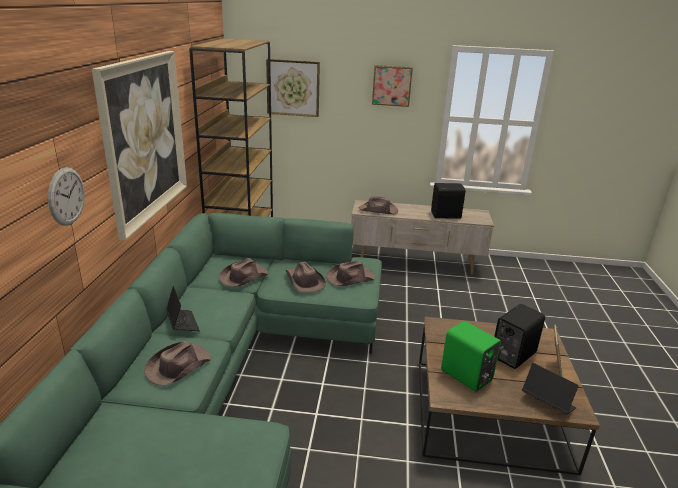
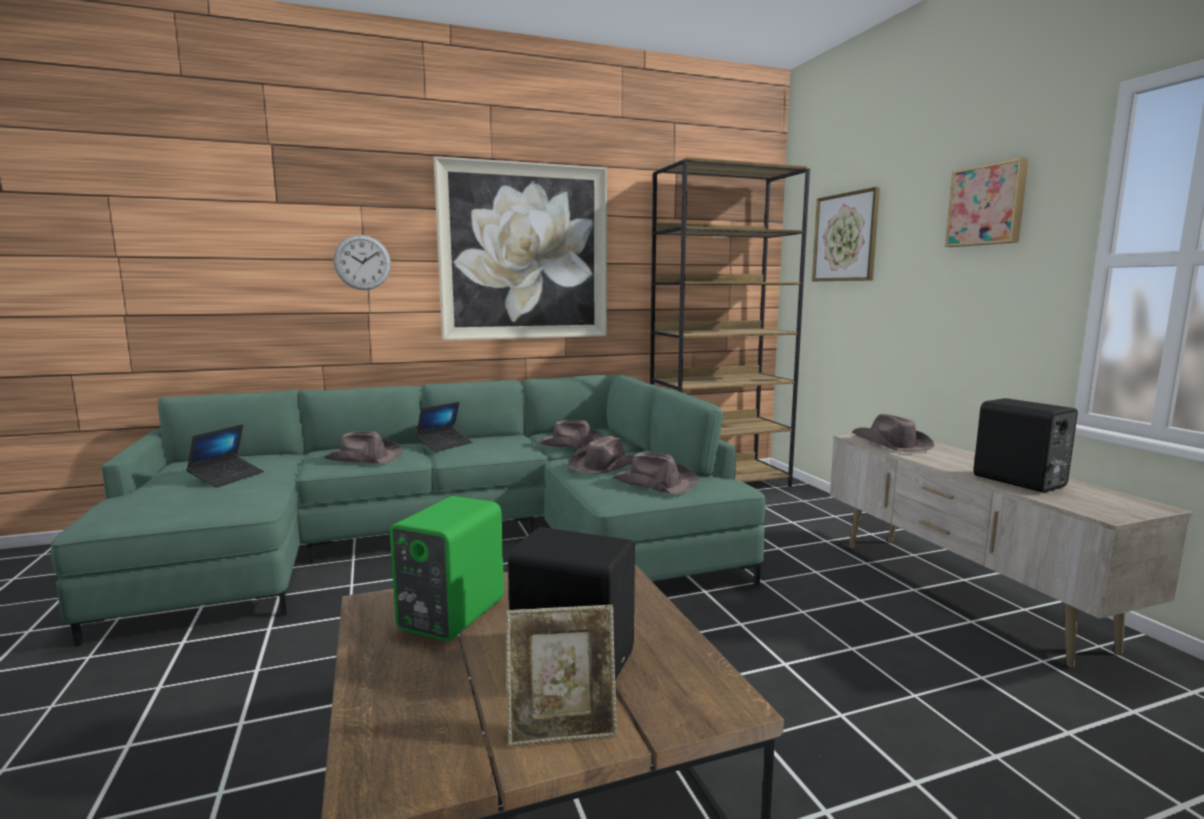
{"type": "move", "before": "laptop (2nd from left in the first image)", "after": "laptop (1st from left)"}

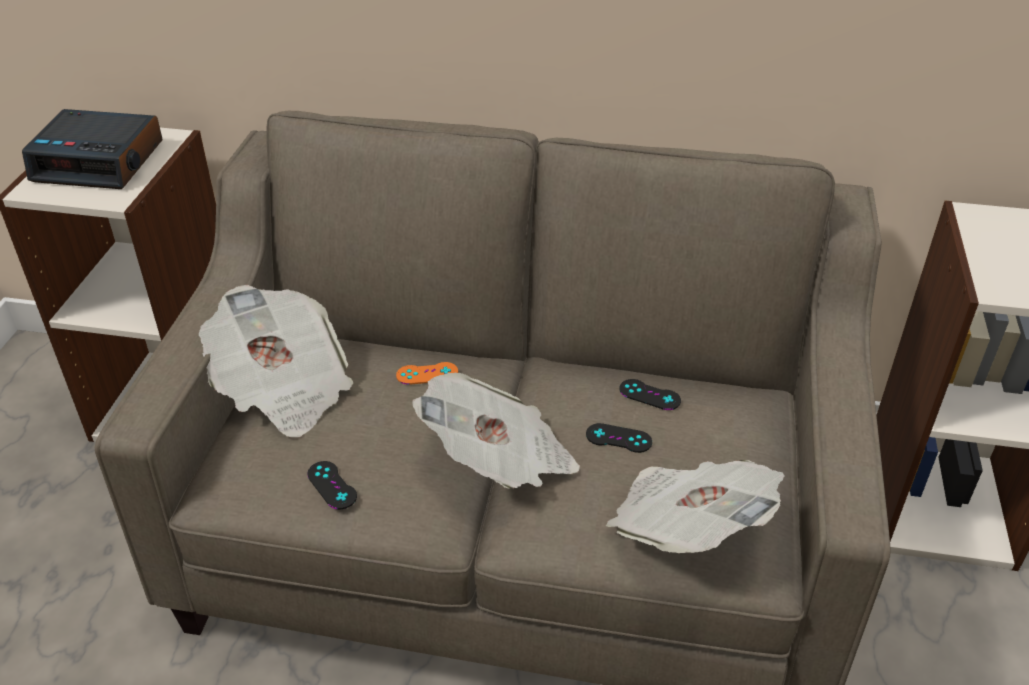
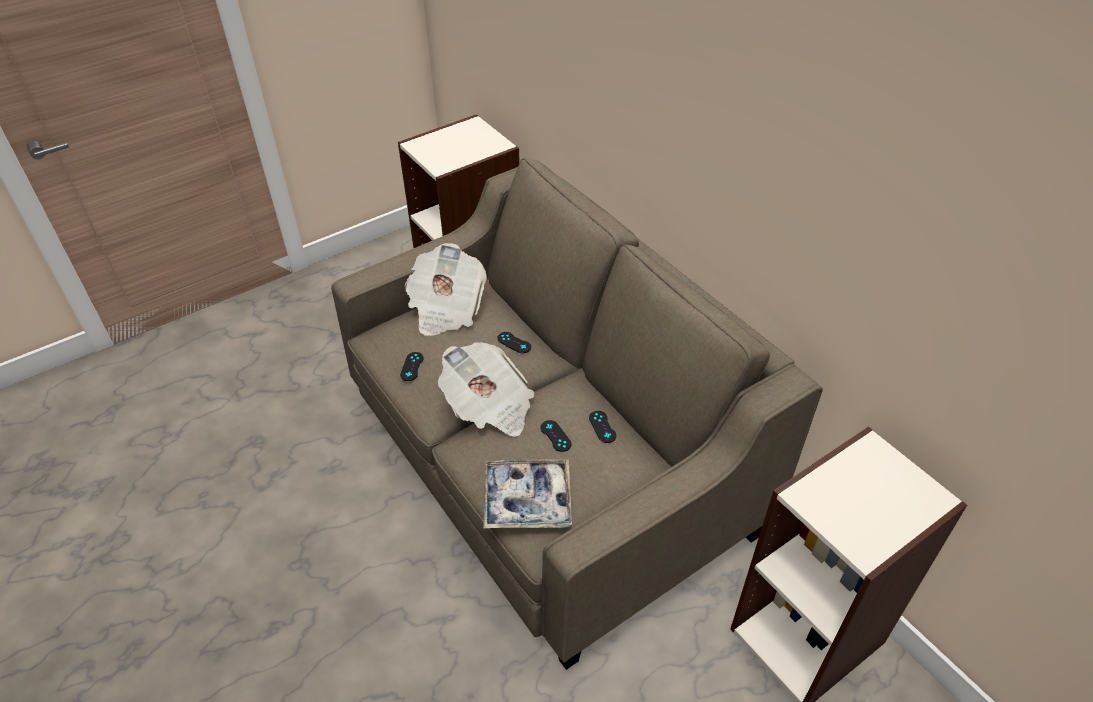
{"type": "replace", "before": "gazeta (3rd from left)", "after": "taca"}
{"type": "recolor", "before": "pad do gier [pomarańczowy]", "after": "pad do gier [czarny] (2nd from left)"}
{"type": "delete", "before": "budzik"}

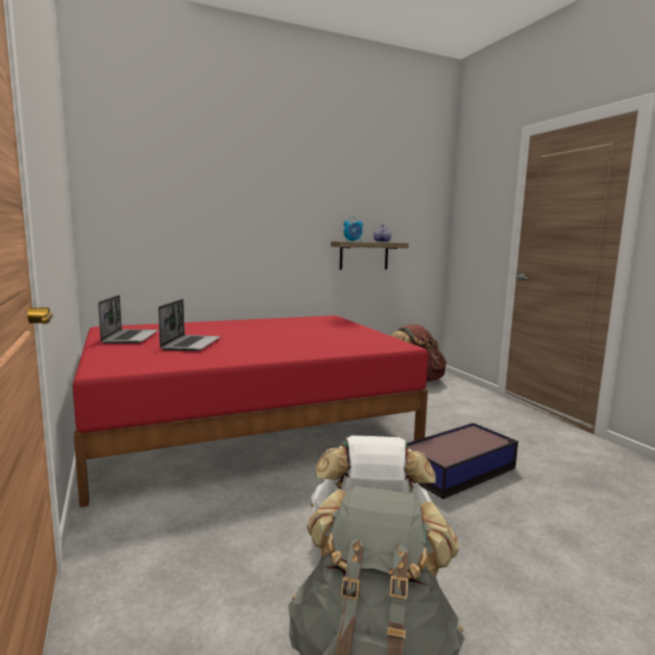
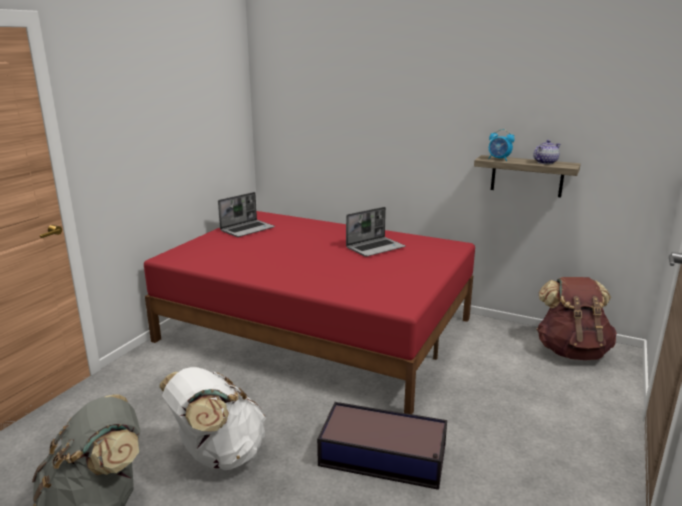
{"type": "move", "before": "laptop (2nd from left)"}

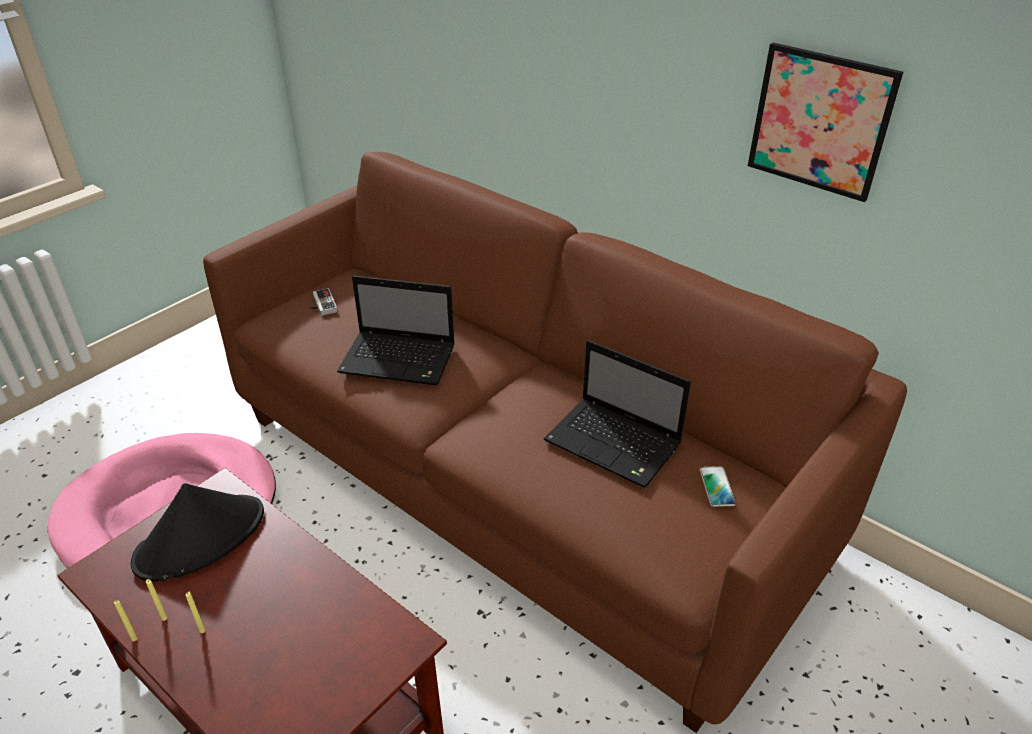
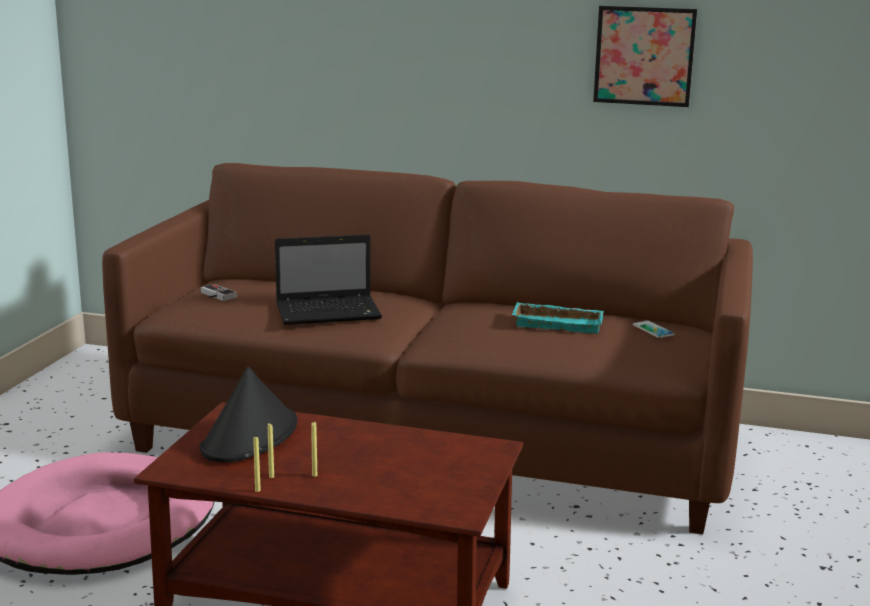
{"type": "replace", "before": "laptop (2nd from left)", "after": "taca [turkusowy]"}

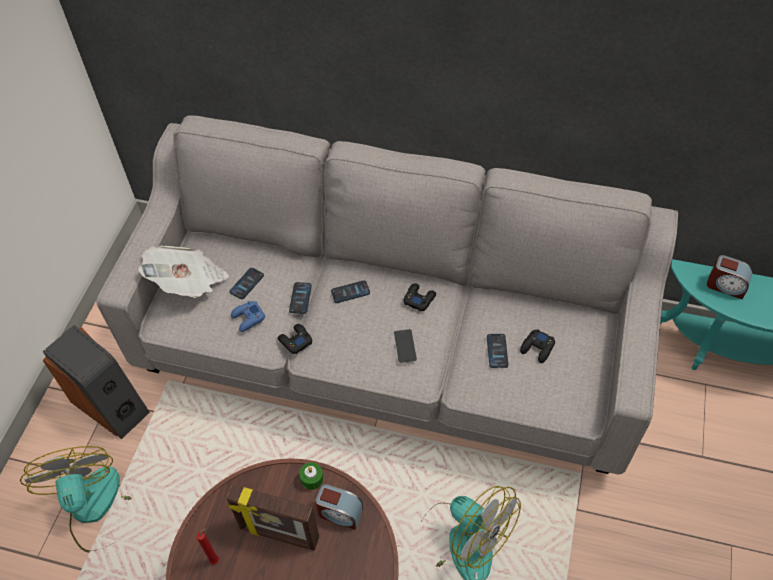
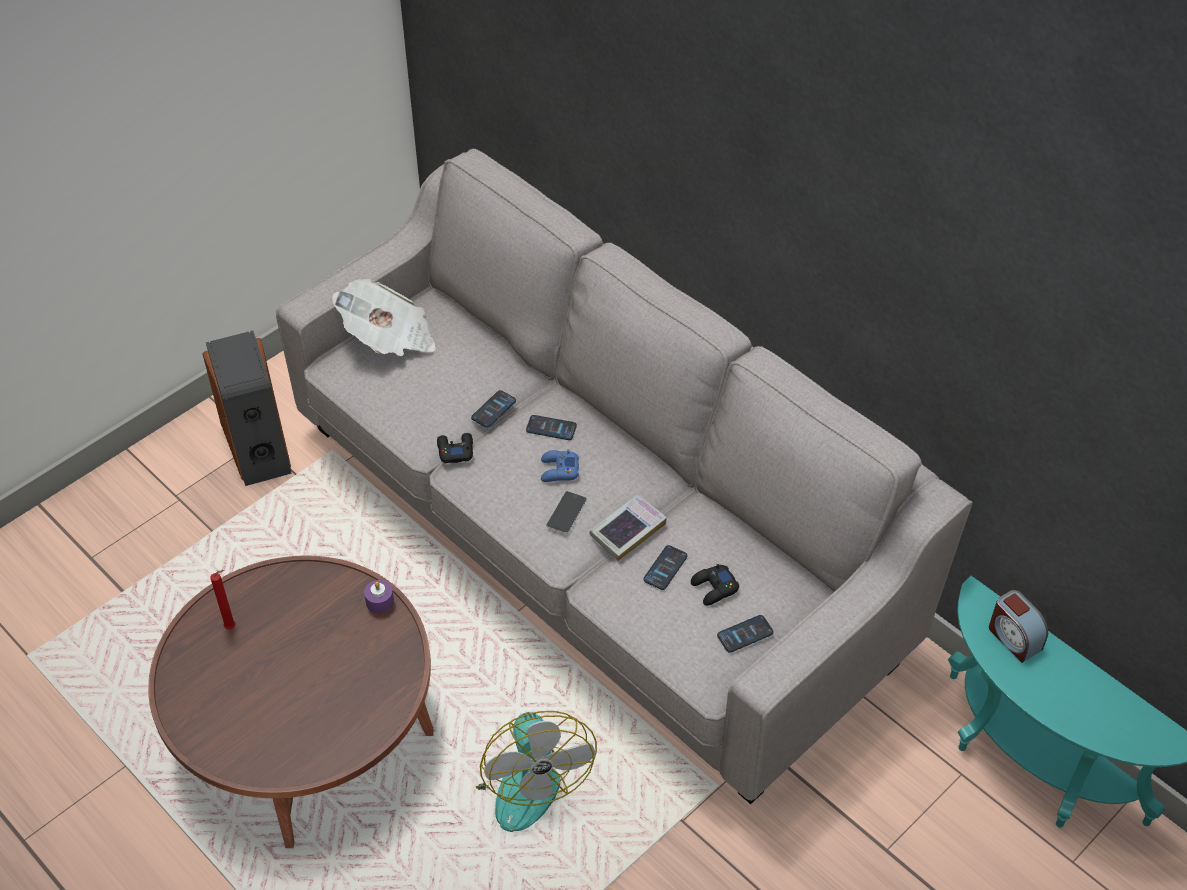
{"type": "recolor", "before": "świeca [zielony]", "after": "świeca [fioletowy]"}
{"type": "move", "before": "pad do gier [niebieski]"}
{"type": "insert", "after": "książka"}
{"type": "move", "before": "telefon (1st from left in the first image)", "after": "telefon (5th from left)"}
{"type": "delete", "before": "wentylator (1st from left)"}
{"type": "delete", "before": "ramka na zdjęcie"}
{"type": "delete", "before": "budzik (1st from left)"}
{"type": "delete", "before": "pad do gier [czarny] (2nd from left)"}

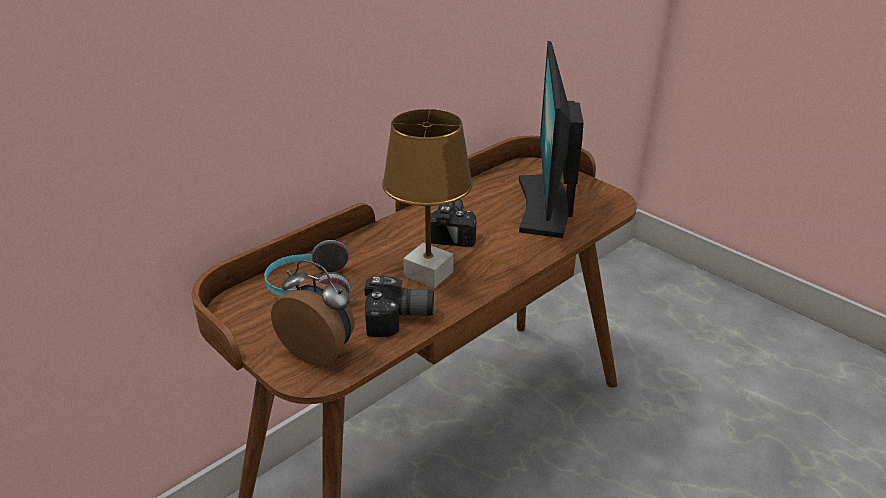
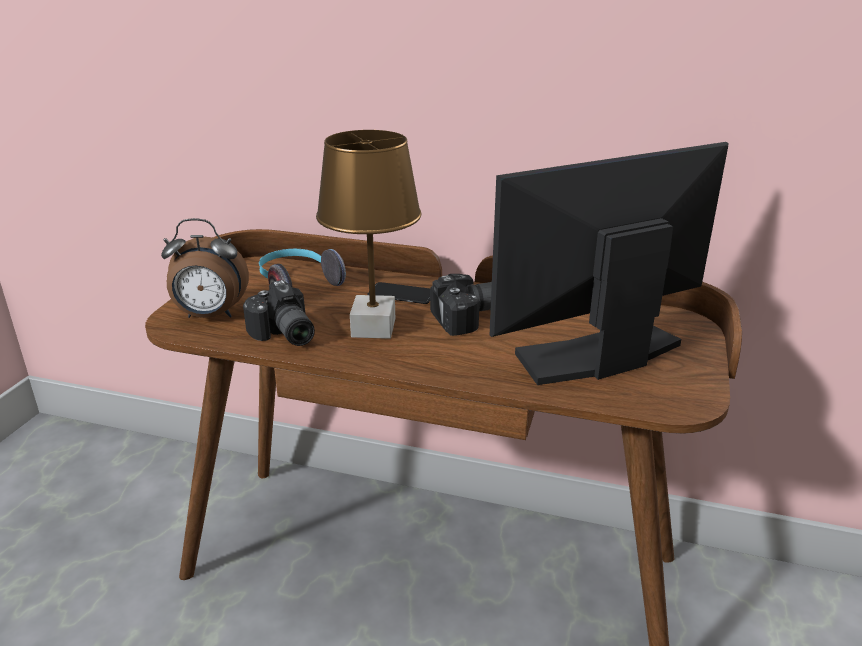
{"type": "rotate", "before": "budzik", "turn": 90}
{"type": "insert", "after": "telefon"}

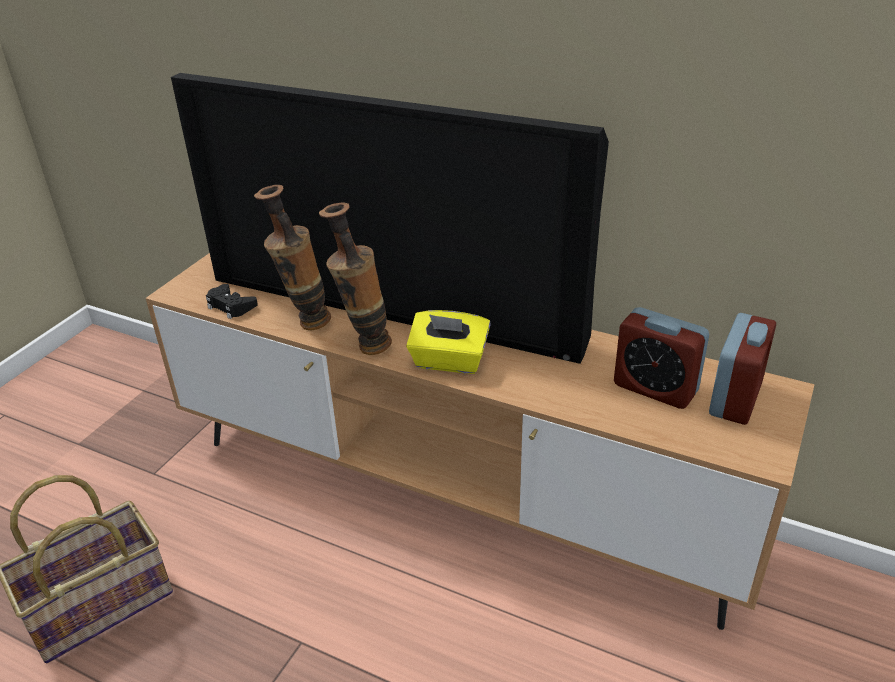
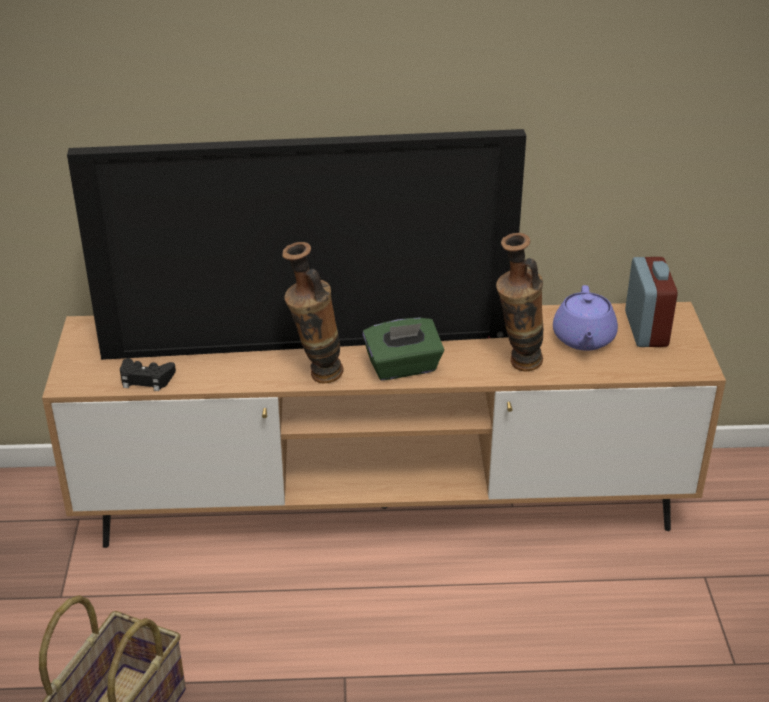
{"type": "recolor", "before": "pudełko chusteczek [żółty]", "after": "pudełko chusteczek [zielony]"}
{"type": "move", "before": "wazon (1st from left in the first image)", "after": "wazon (2nd from left)"}
{"type": "replace", "before": "budzik (1st from left)", "after": "imbryk [fioletowy]"}

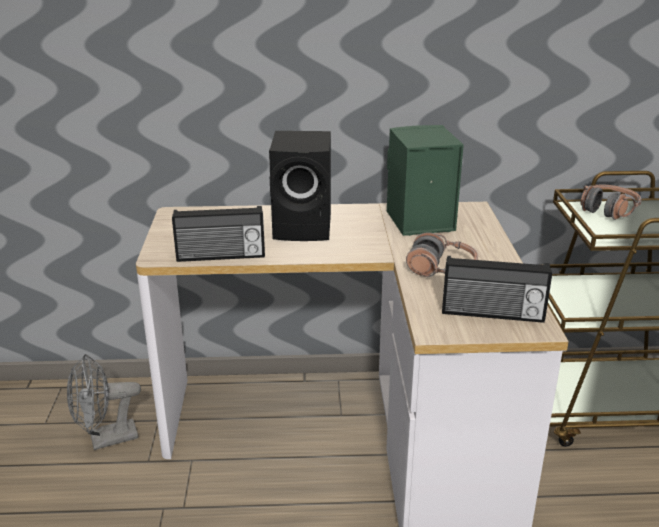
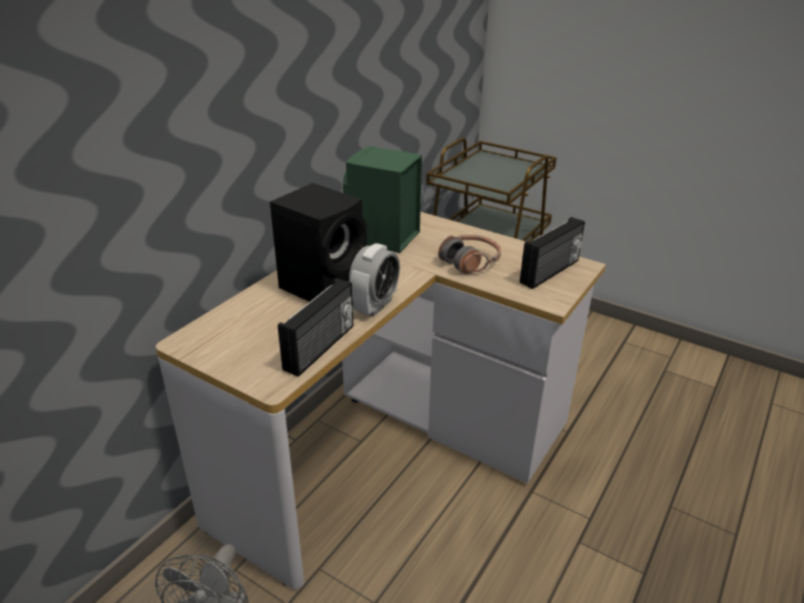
{"type": "insert", "after": "budzik"}
{"type": "delete", "before": "słuchawki (2nd from left)"}

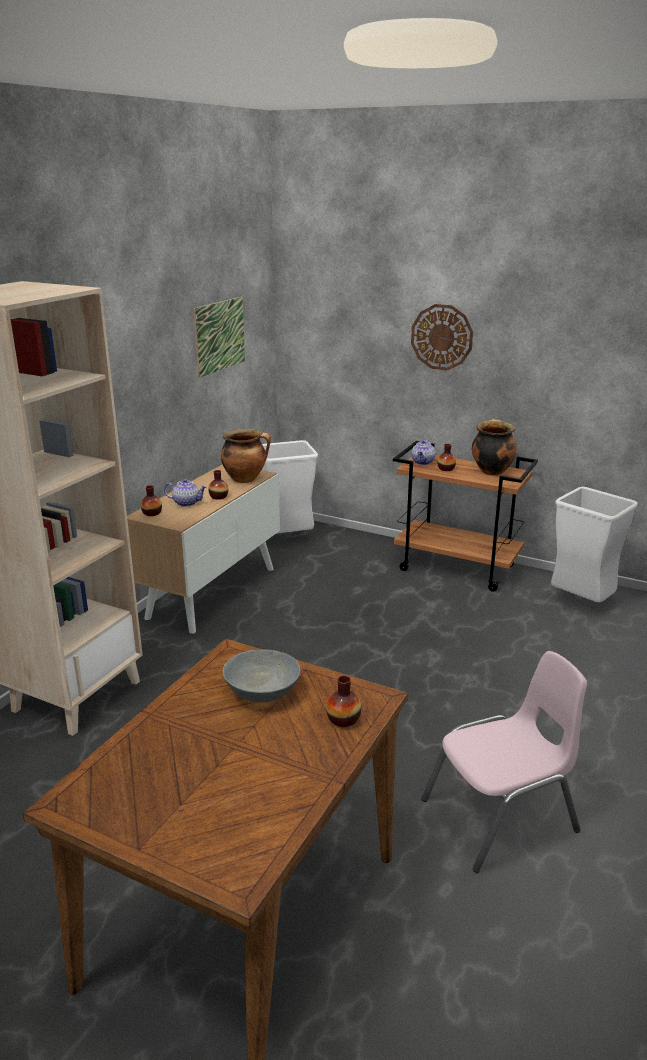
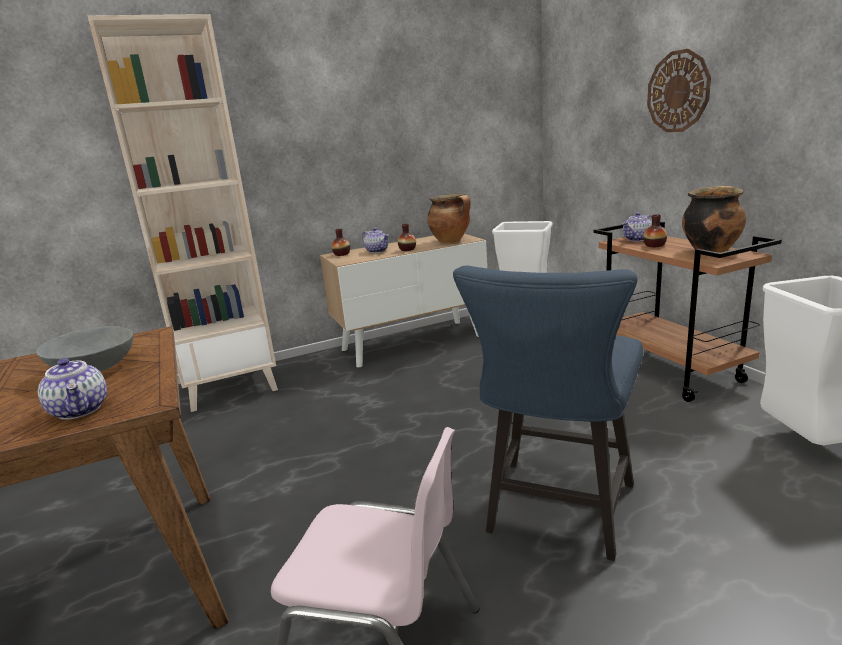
{"type": "replace", "before": "wazon (3rd from left)", "after": "imbryk (1st from left)"}
{"type": "insert", "after": "krzesło [niebieski]"}
{"type": "delete", "before": "obraz"}

